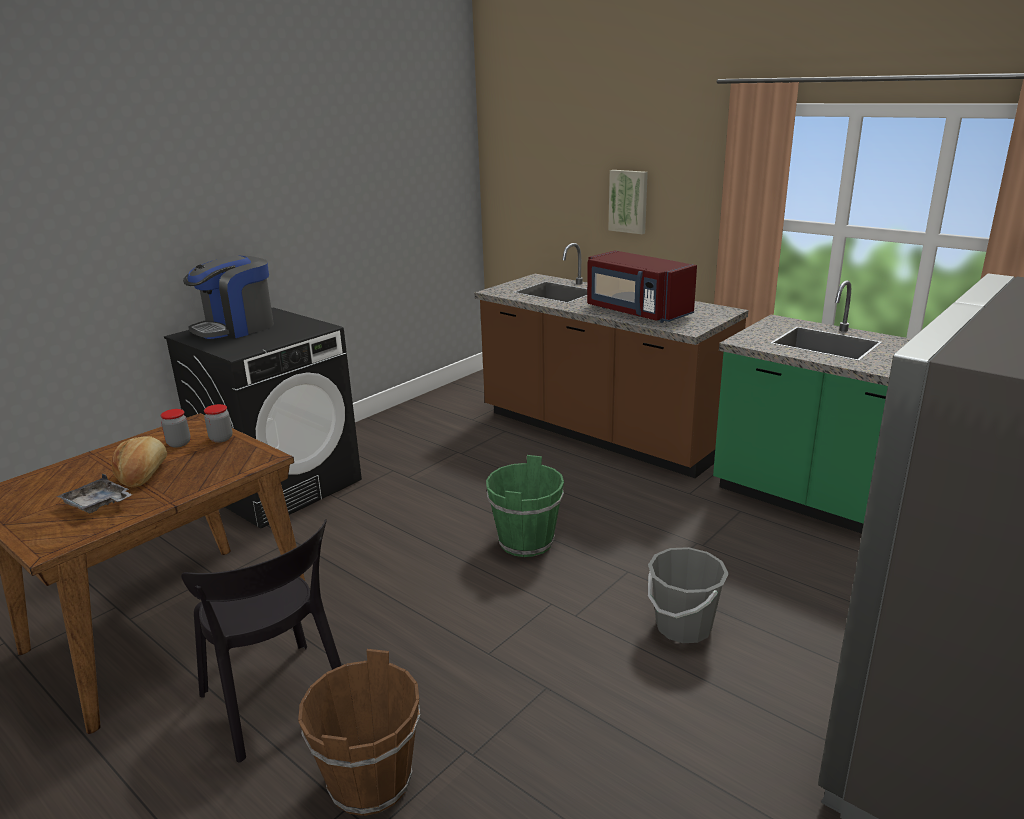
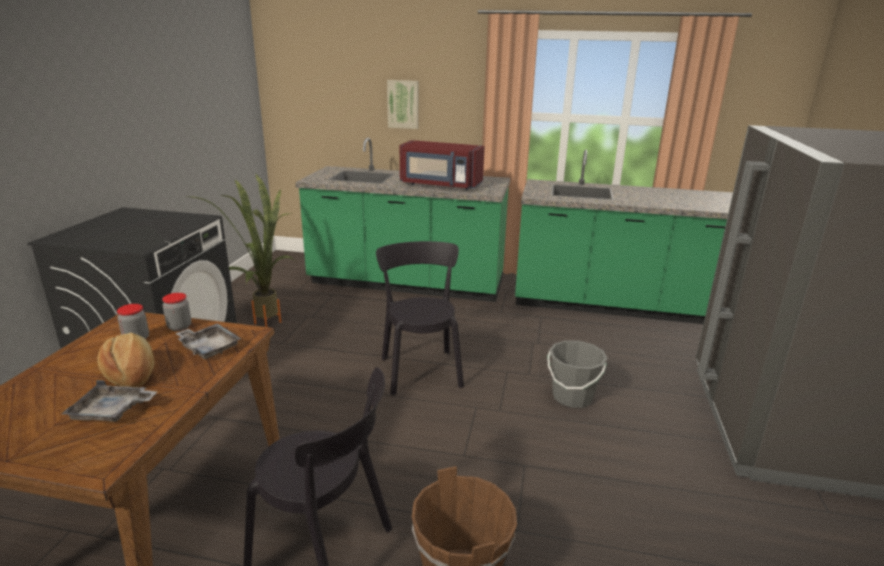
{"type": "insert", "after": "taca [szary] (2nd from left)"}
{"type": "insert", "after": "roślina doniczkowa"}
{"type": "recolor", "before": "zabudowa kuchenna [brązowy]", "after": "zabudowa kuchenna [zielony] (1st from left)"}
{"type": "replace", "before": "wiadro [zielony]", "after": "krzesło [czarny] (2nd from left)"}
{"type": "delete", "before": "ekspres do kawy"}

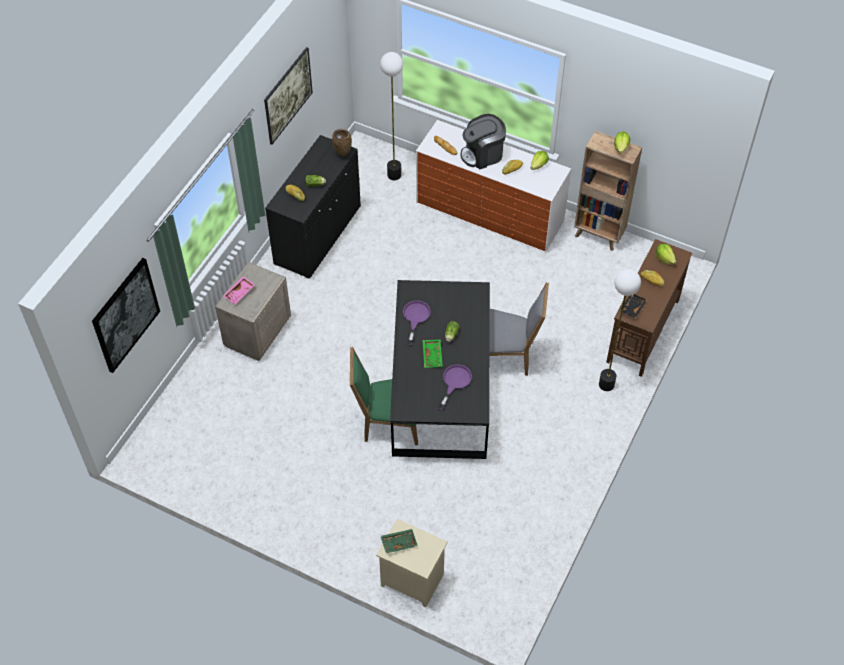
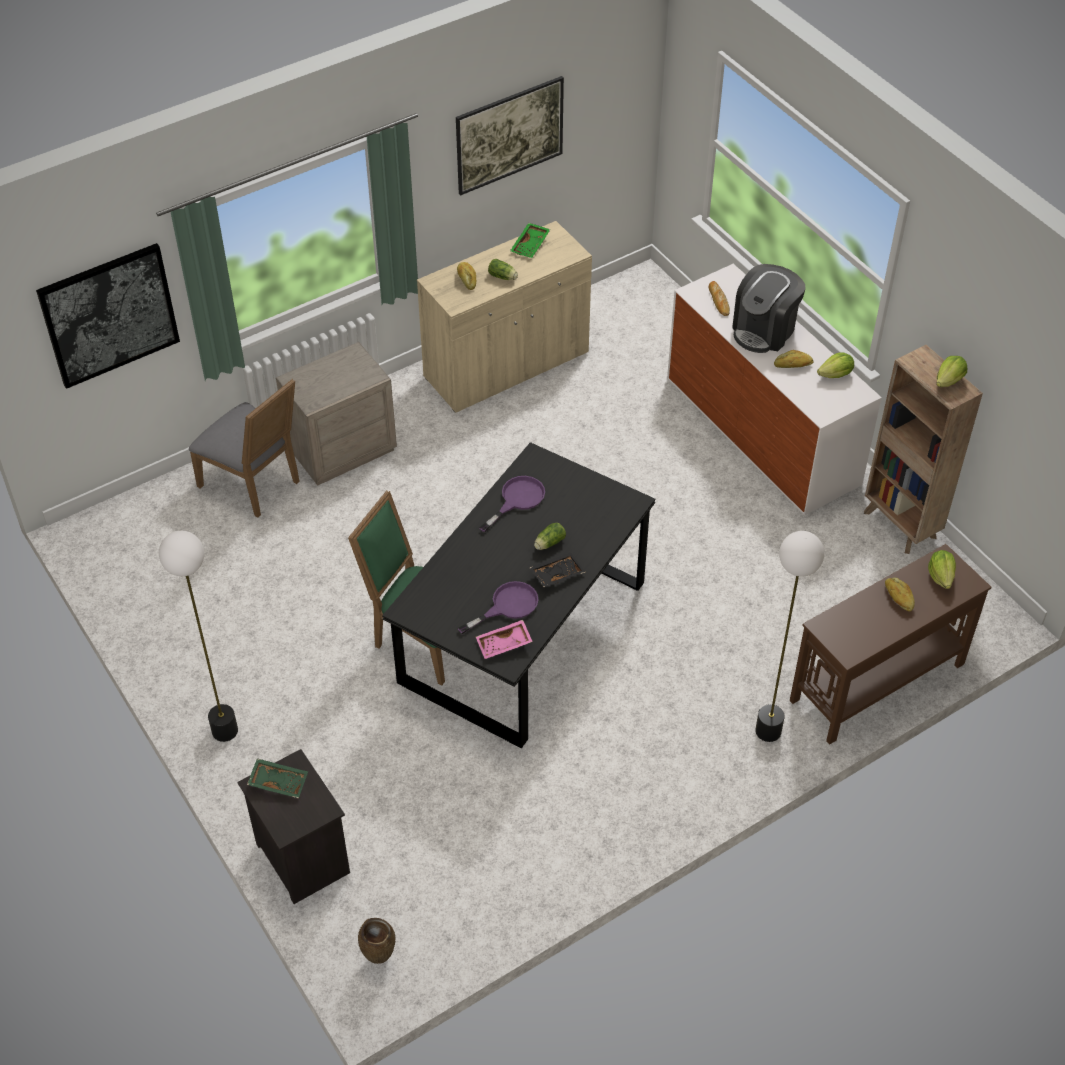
{"type": "move", "before": "lampa stojąca (1st from left)"}
{"type": "move", "before": "krzesło [szary]"}
{"type": "recolor", "before": "szafka nocna [beżowy] (2nd from left)", "after": "szafka nocna [czarny]"}
{"type": "move", "before": "wazon [brązowy]"}
{"type": "recolor", "before": "szafka [czarny]", "after": "szafka [beżowy]"}
{"type": "move", "before": "taca [różowy]"}
{"type": "move", "before": "taca [zielony] (2nd from left)"}
{"type": "move", "before": "taca [czarny]"}
{"type": "rotate", "before": "ekspres do kawy", "turn": -60}

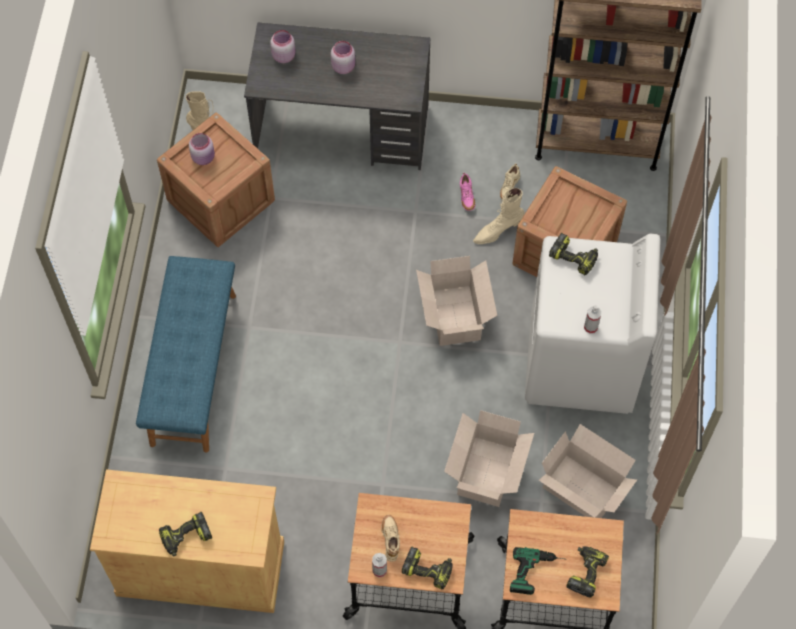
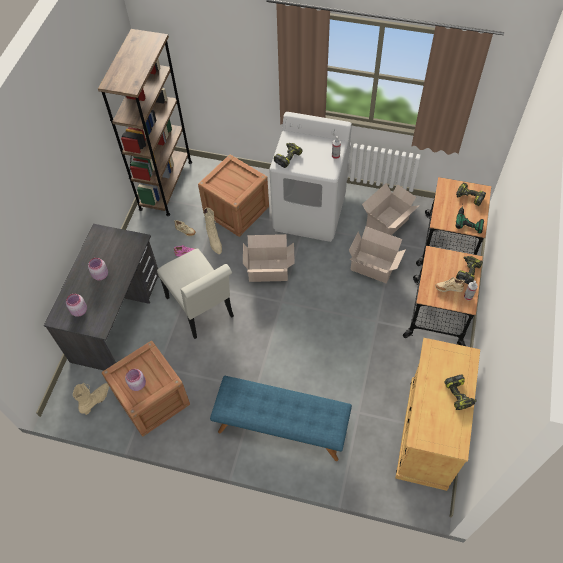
{"type": "insert", "after": "krzesło [biały]"}

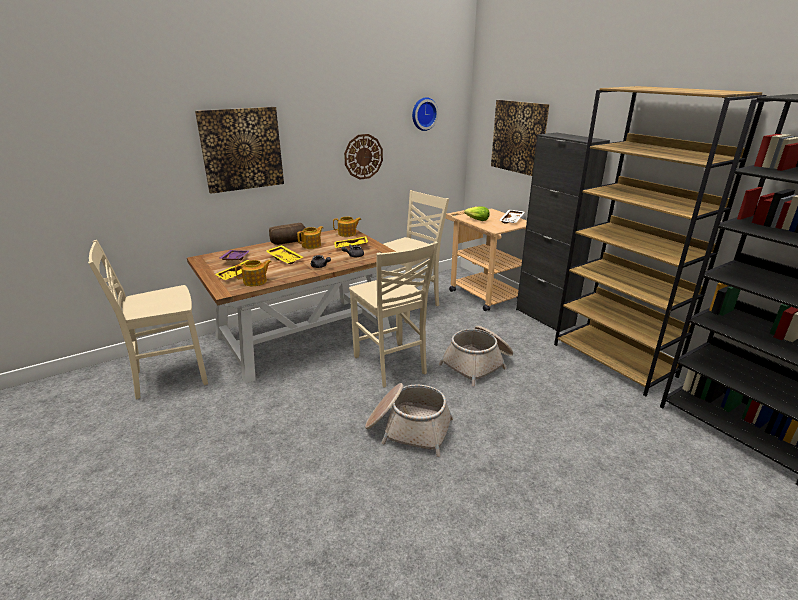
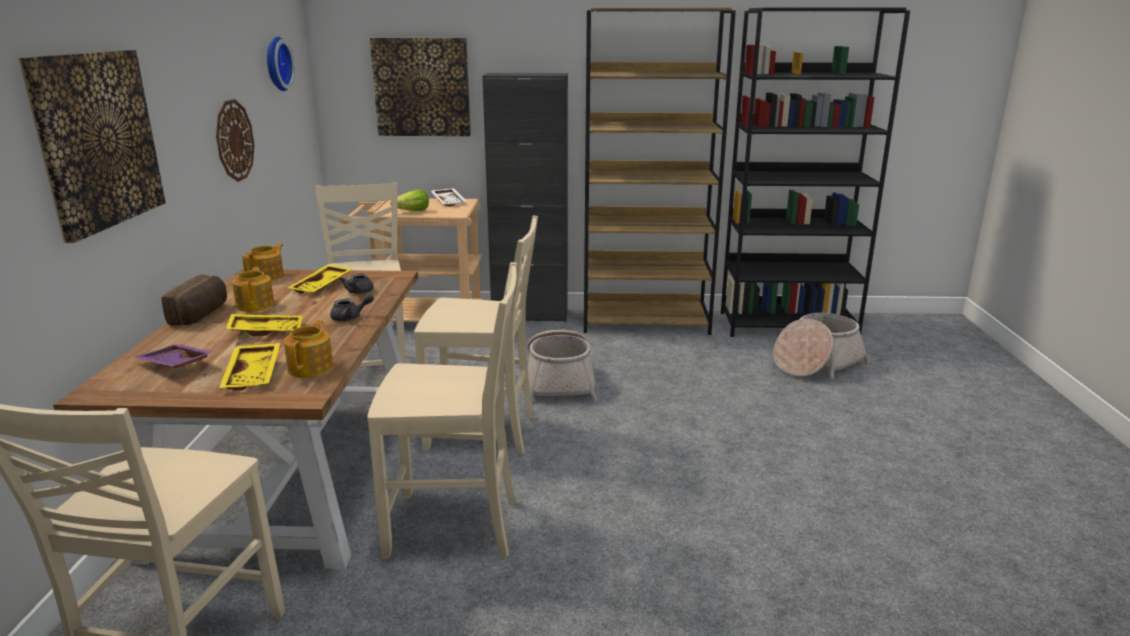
{"type": "insert", "after": "krzesło [beżowy] (3rd from left)"}
{"type": "move", "before": "koszyk (1st from left in the first image)", "after": "koszyk (2nd from left)"}

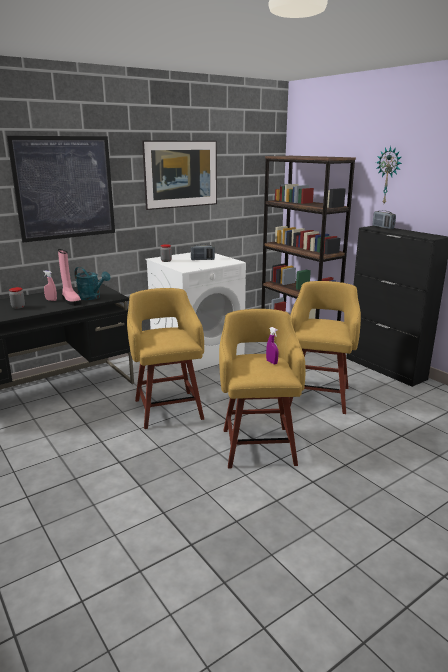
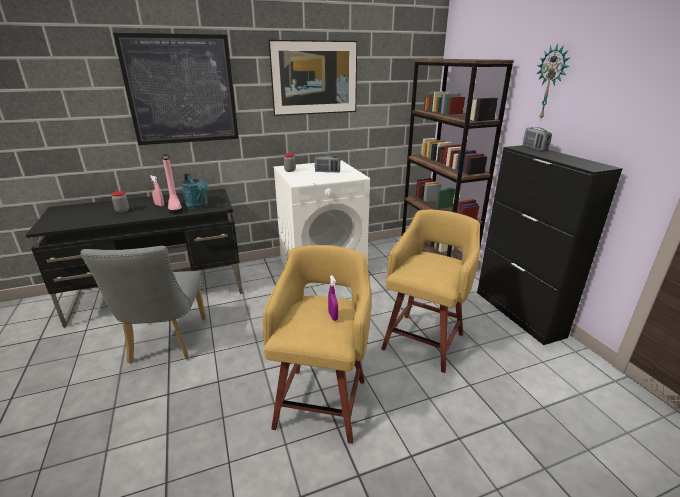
{"type": "insert", "after": "krzesło [szary]"}
{"type": "delete", "before": "stołek [żółty] (1st from left)"}

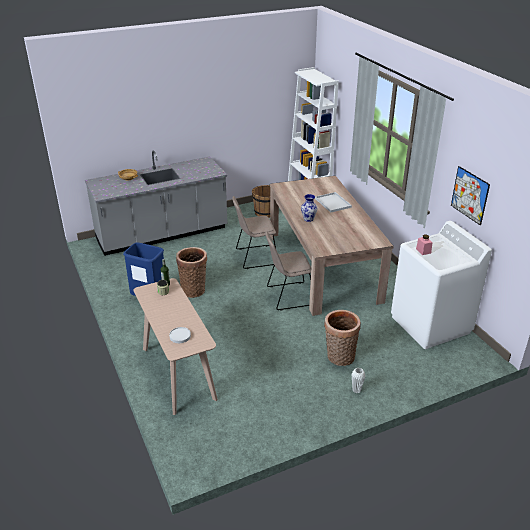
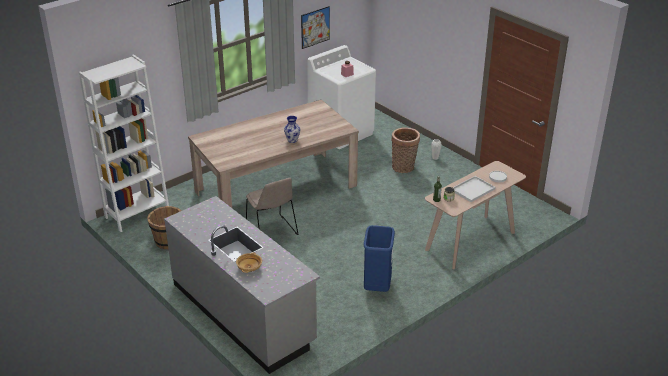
{"type": "move", "before": "taca [biały]"}
{"type": "delete", "before": "koszyk (1st from left)"}
{"type": "delete", "before": "krzesło [beżowy] (2nd from left)"}

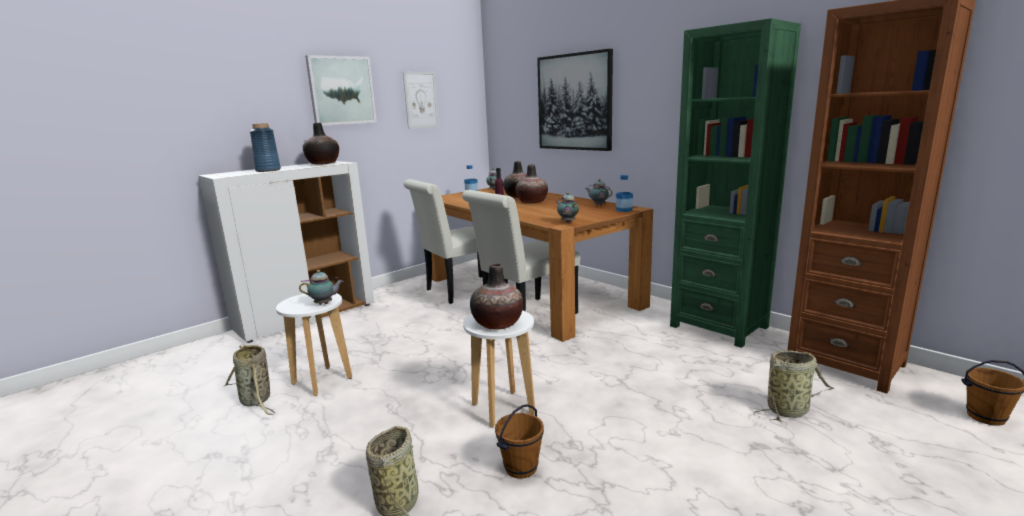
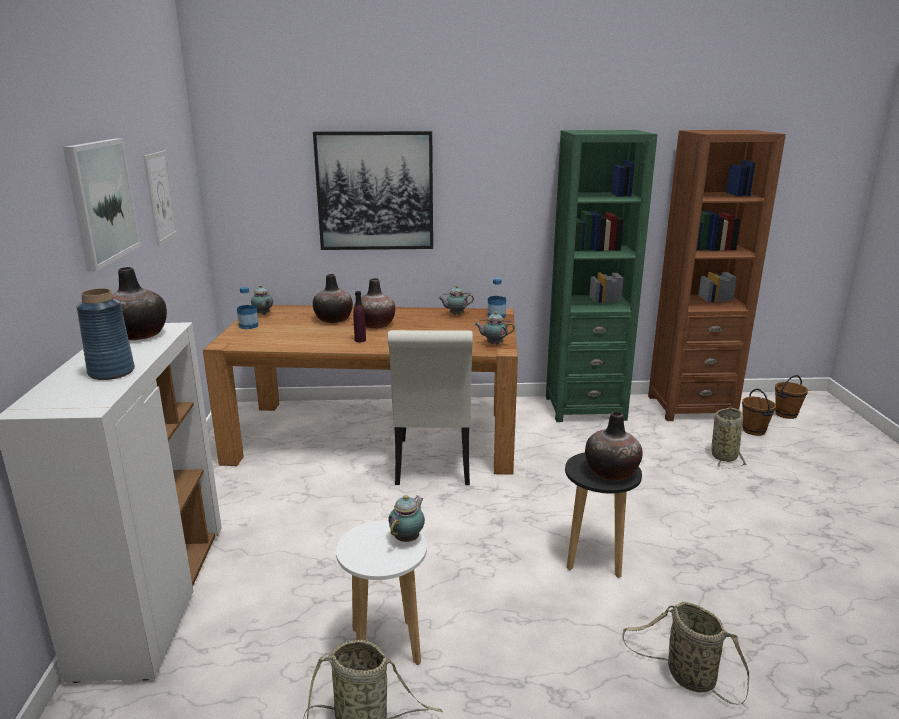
{"type": "recolor", "before": "stołek [biały] (2nd from left)", "after": "stołek [czarny]"}
{"type": "move", "before": "wiadro [brązowy] (1st from left)"}
{"type": "delete", "before": "krzesło [biały] (1st from left)"}

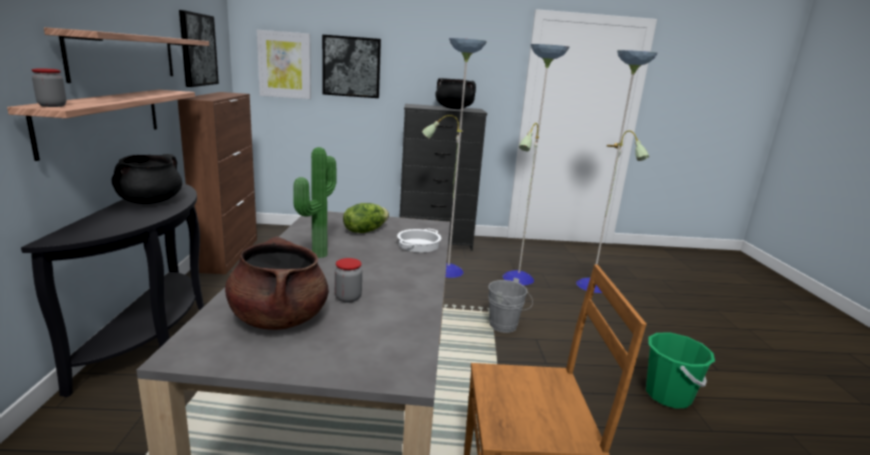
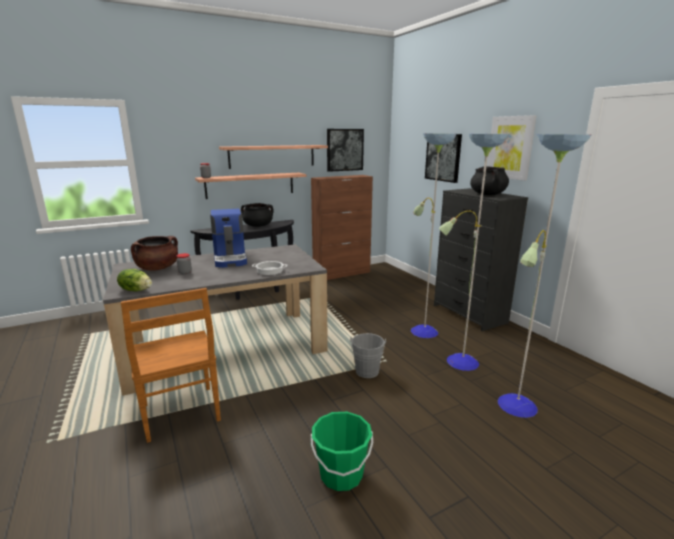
{"type": "move", "before": "sałata"}
{"type": "replace", "before": "roślina doniczkowa", "after": "ekspres do kawy"}
{"type": "move", "before": "obraz (2nd from left in the first image)", "after": "obraz (3rd from left)"}

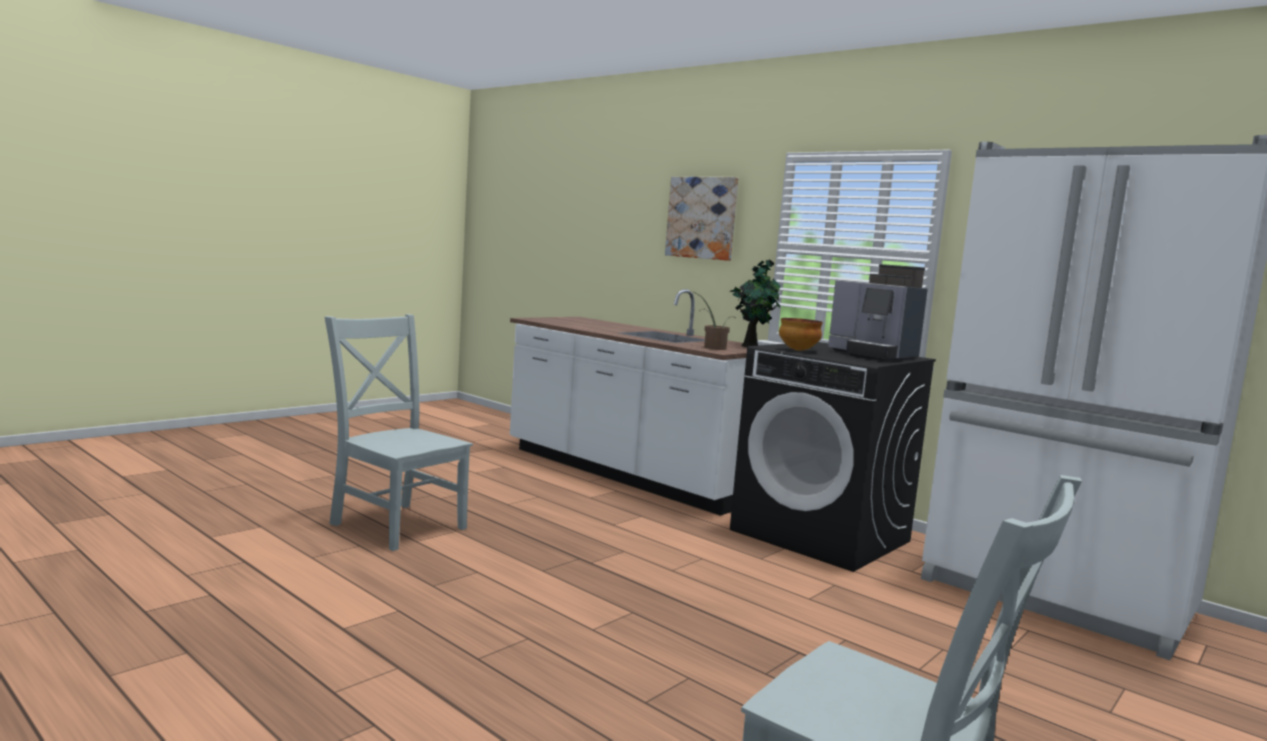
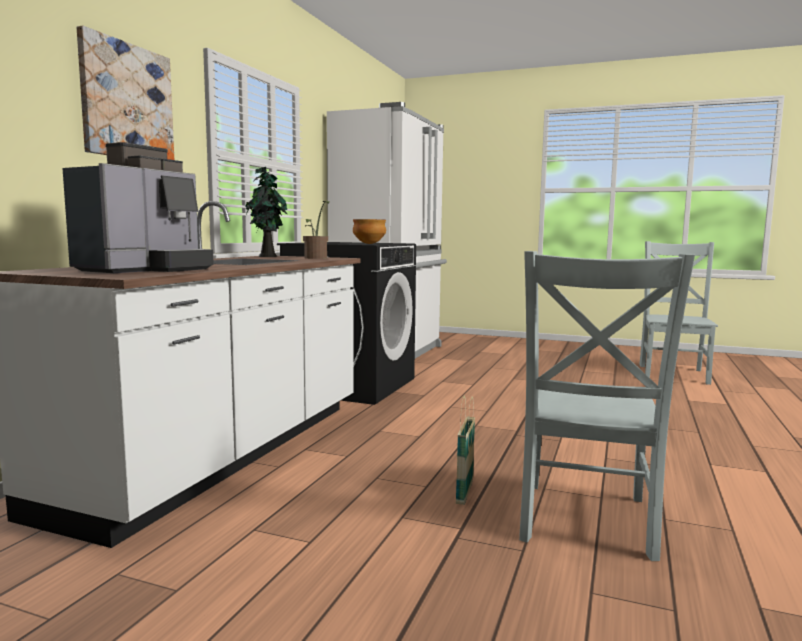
{"type": "move", "before": "ekspres do kawy"}
{"type": "insert", "after": "koszyk"}

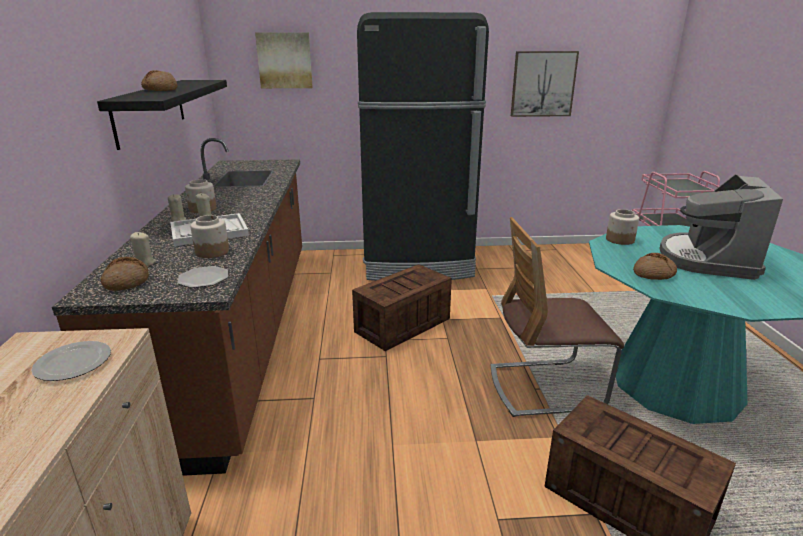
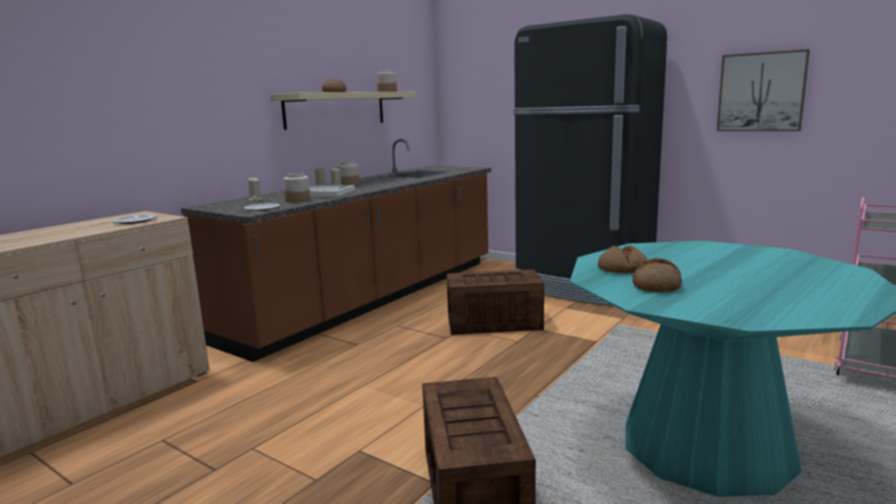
{"type": "recolor", "before": "półka [czarny]", "after": "półka [beżowy]"}
{"type": "move", "before": "słoik (3rd from left)"}
{"type": "move", "before": "chleb (1st from left in the first image)", "after": "chleb (3rd from left)"}
{"type": "delete", "before": "obraz (1st from left)"}
{"type": "delete", "before": "krzesło"}
{"type": "delete", "before": "ekspres do kawy"}

